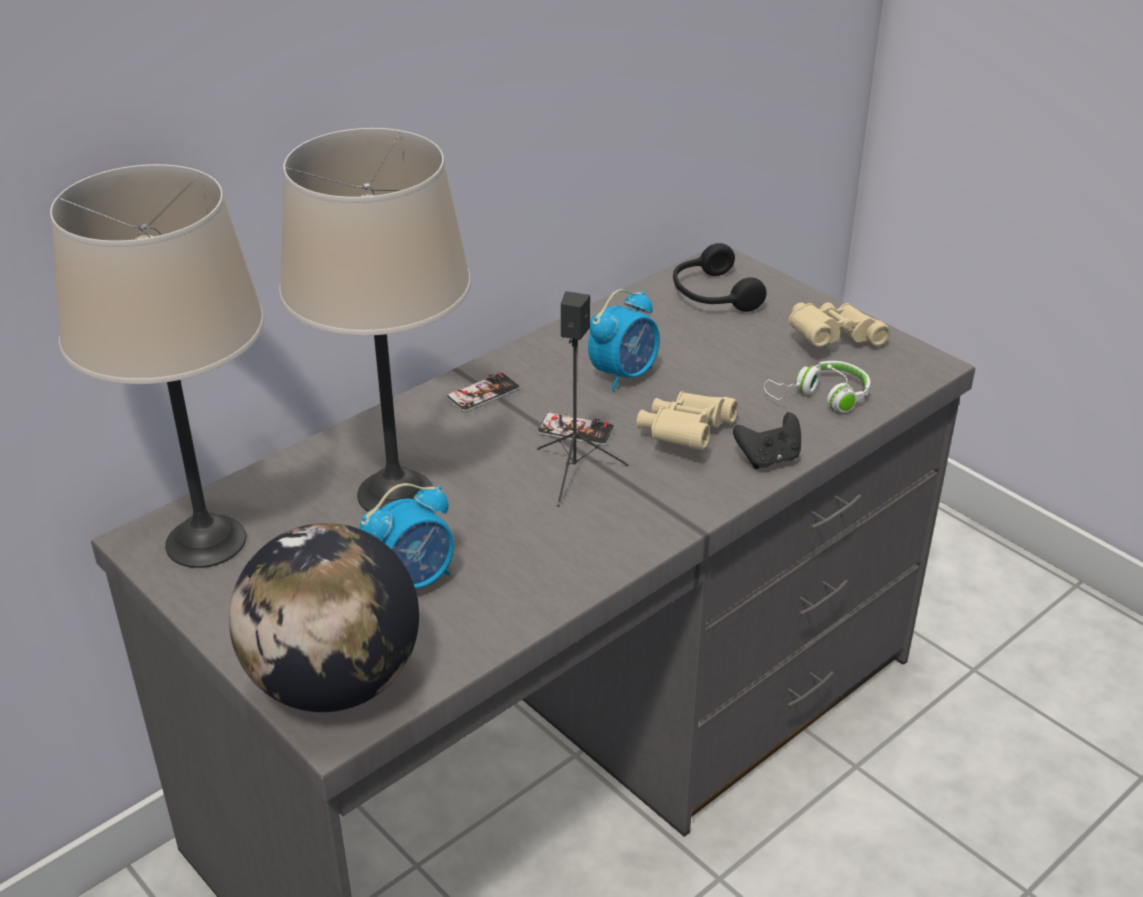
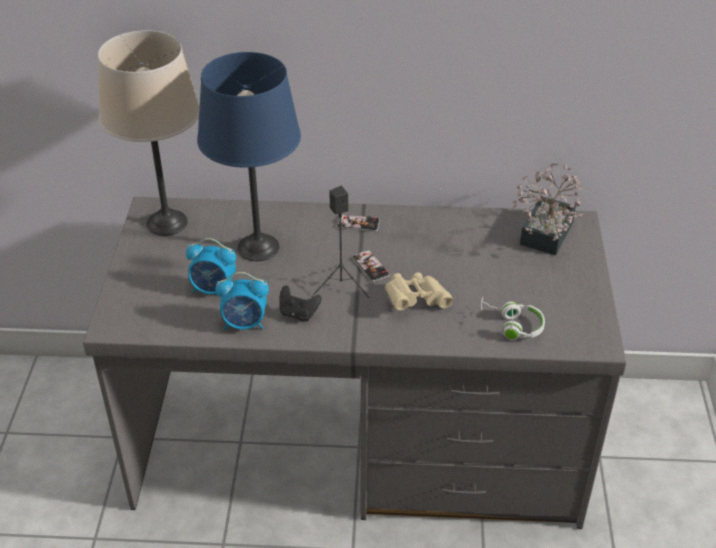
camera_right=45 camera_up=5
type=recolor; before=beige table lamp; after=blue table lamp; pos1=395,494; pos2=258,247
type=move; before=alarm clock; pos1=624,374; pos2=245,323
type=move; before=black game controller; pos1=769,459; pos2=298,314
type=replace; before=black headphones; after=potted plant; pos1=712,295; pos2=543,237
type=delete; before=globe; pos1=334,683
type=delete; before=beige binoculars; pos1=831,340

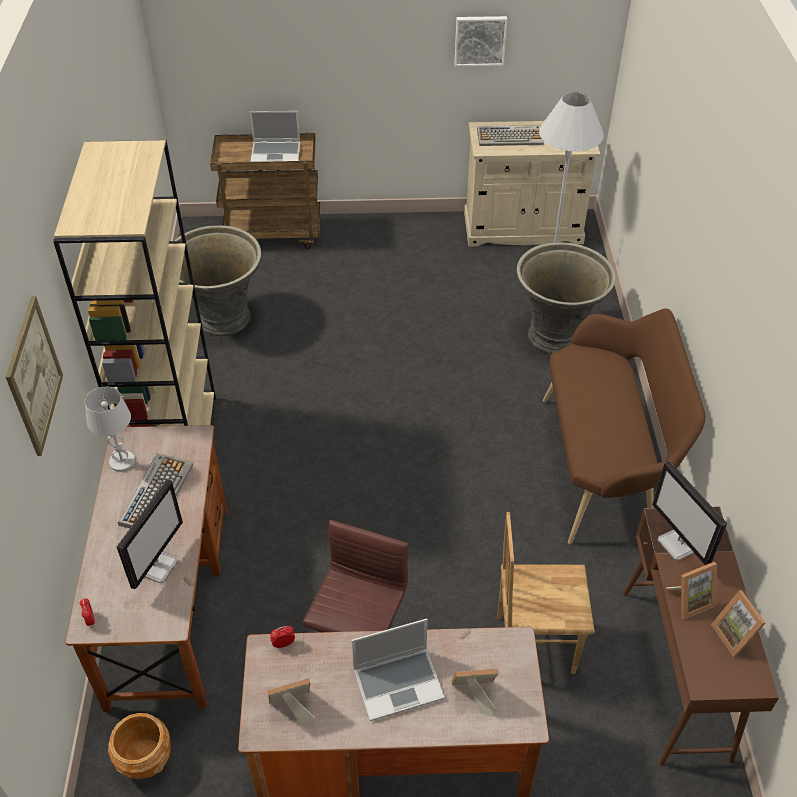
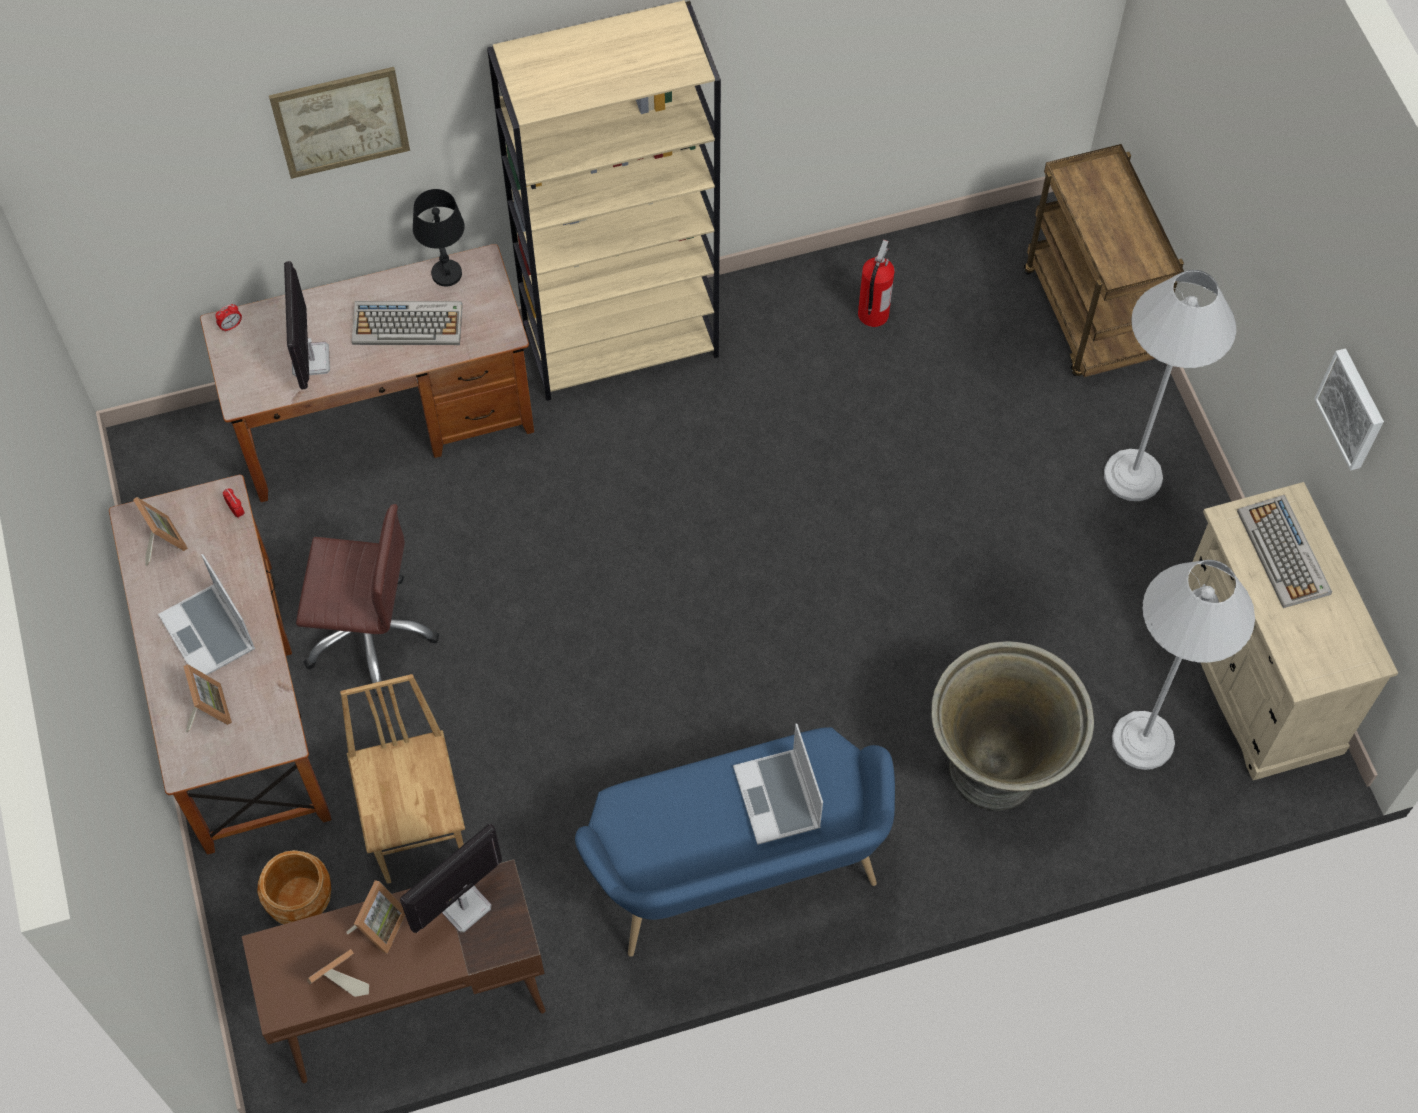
camera_right=75 camera_up=15
type=move; before=brown planter; pos1=145,759; pos2=301,900
type=rotate; before=monitor; pos1=157,565; pos2=311,360; turn=75
type=rotate; before=picture frame; pos1=689,600; pos2=379,925; turn=-120
type=recolor; before=white table lamp; after=black table lamp; pos1=122,461; pos2=447,274
type=recolor; before=brown bench; after=blue bench; pos1=604,466; pos2=738,877
type=move; before=laptop; pos1=276,153; pos2=778,798
type=replace; before=grey planter; after=fire extinguisher; pos1=223,319; pos2=872,314
type=insert; after=white floor lamp; pos2=1133,475

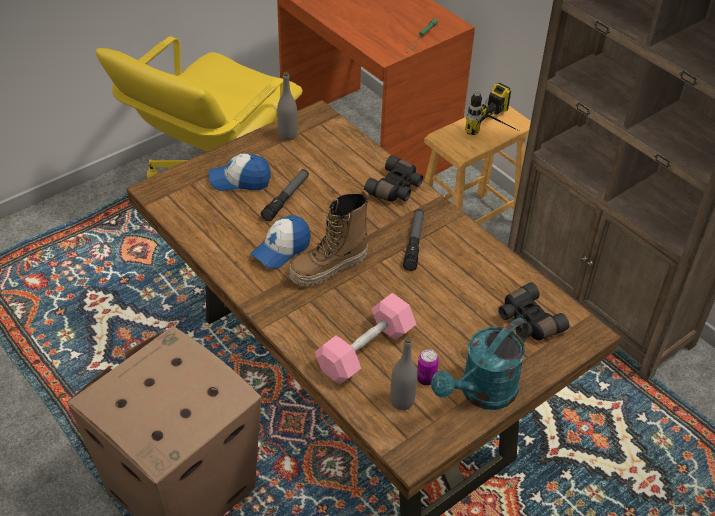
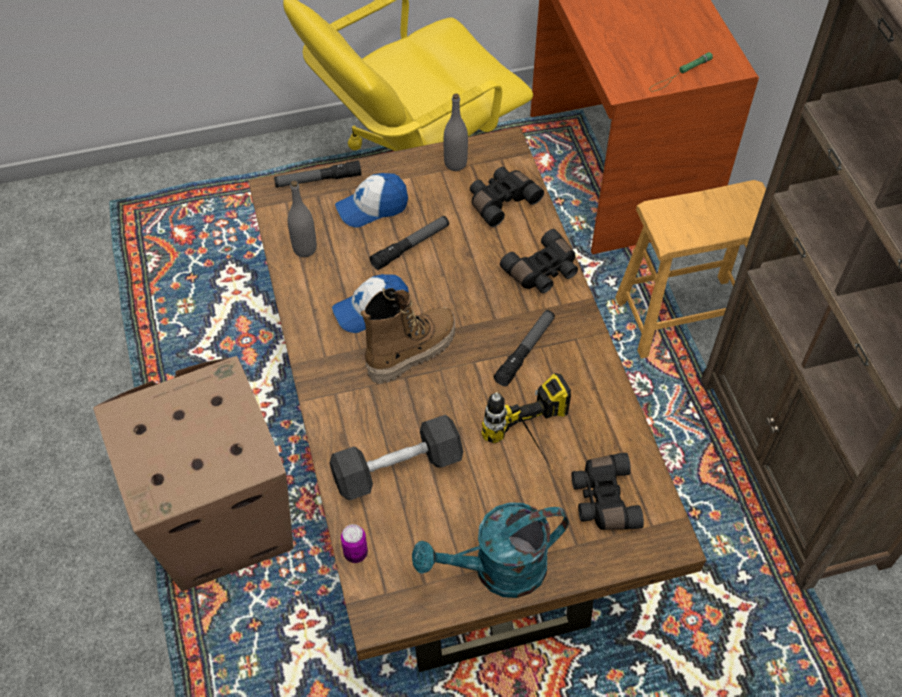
camera_right=25 camera_up=10
type=insert; after=flashlight; pos2=318,180
type=move; before=grey bottle; pos1=402,401; pos2=305,249
type=recolor; before=pink dumbbell; after=black dumbbell; pos1=365,350; pos2=397,468
type=rotate; before=cap; pos1=240,180; pos2=372,207; turn=-45
type=move; before=can; pos1=426,379; pos2=355,553
type=rotate; before=boot; pos1=328,268; pos2=411,351; turn=150
type=insert; after=black binoculars; pos2=501,201
type=move; before=power drill; pos1=500,131; pos2=536,448

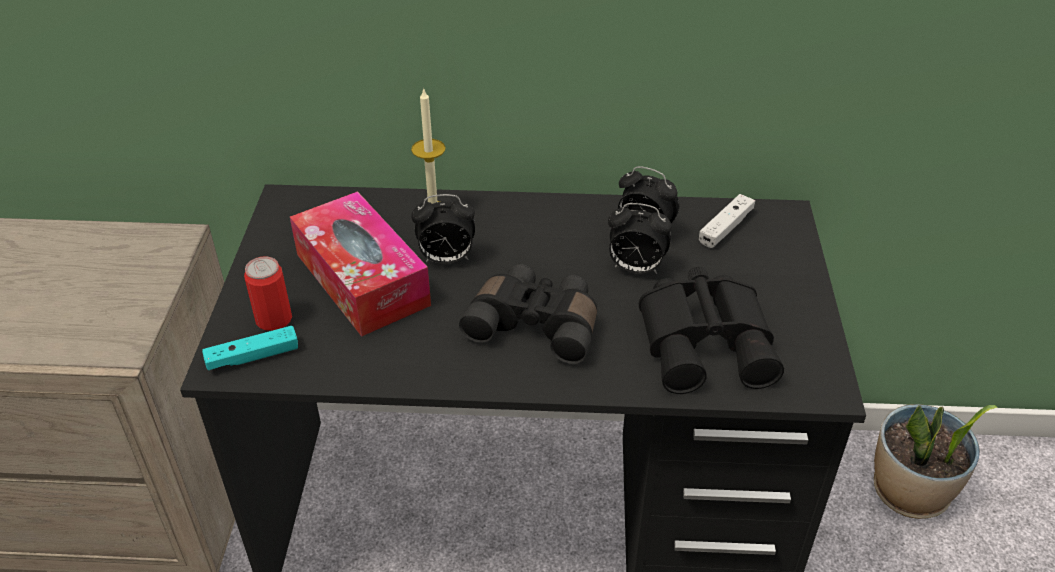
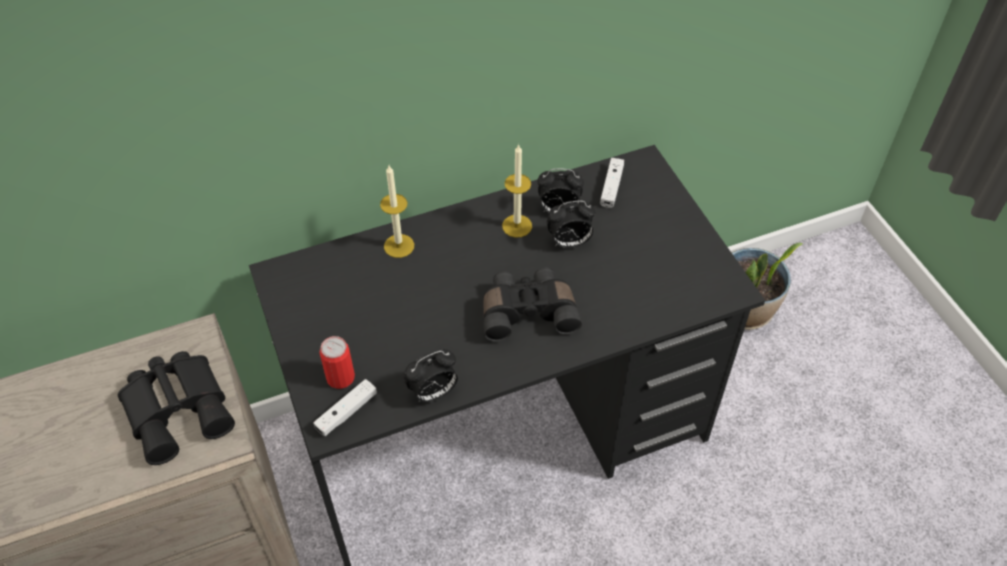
camera_right=-25 camera_up=10
type=move; before=black binoculars; pos1=708,341; pos2=180,409
type=recolor; before=turquoise game controller; after=white game controller; pos1=253,356; pos2=346,412
type=move; before=alarm clock; pos1=446,259; pos2=433,393
type=insert; after=candle; pos2=517,226
type=delete; before=tissue box; pos1=362,279

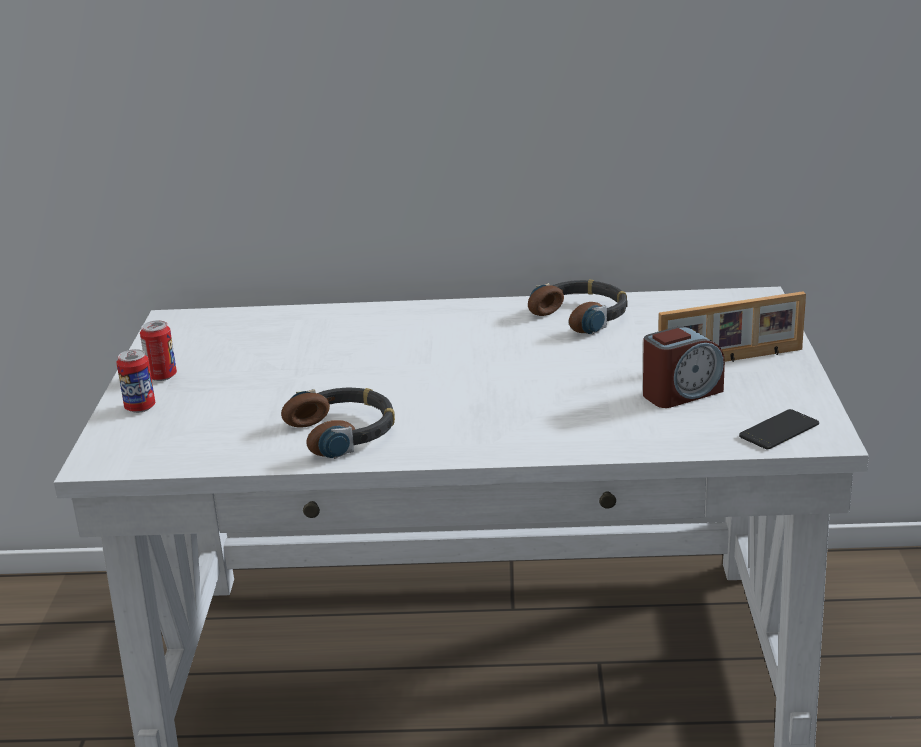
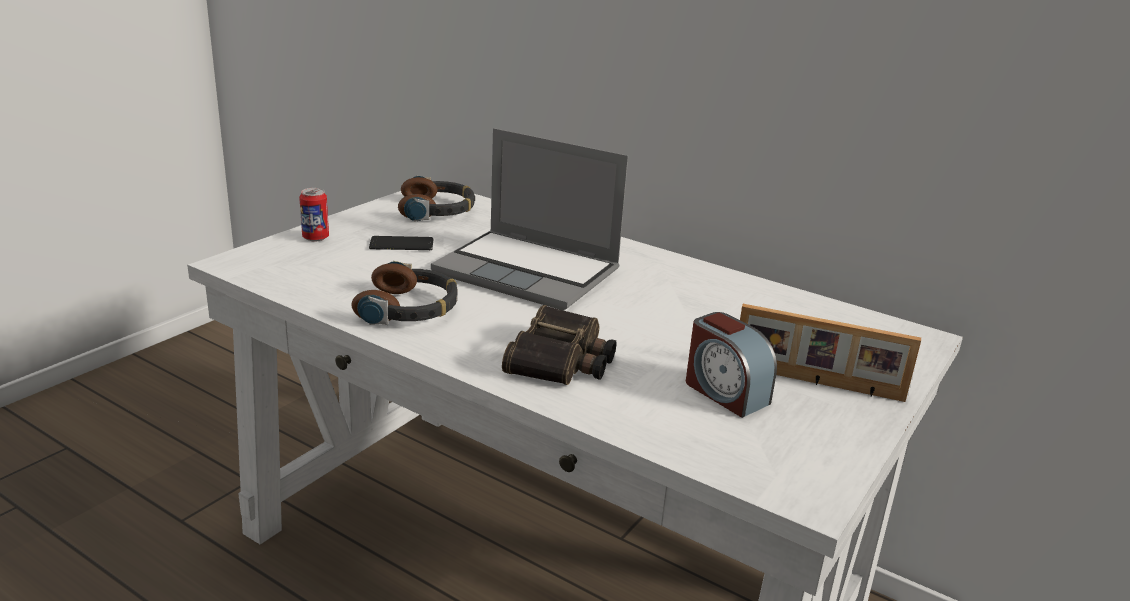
camera_right=30 camera_up=0
type=move; before=phone; pos1=779,430; pos2=401,244
type=move; before=headphones; pos1=582,316; pos2=437,210
type=insert; after=laptop; pos2=530,272
type=insert; after=binoculars; pos2=562,360
type=rotate; before=alarm clock; pos1=681,393; pos2=724,392; turn=45
type=delete; before=can; pos1=162,376

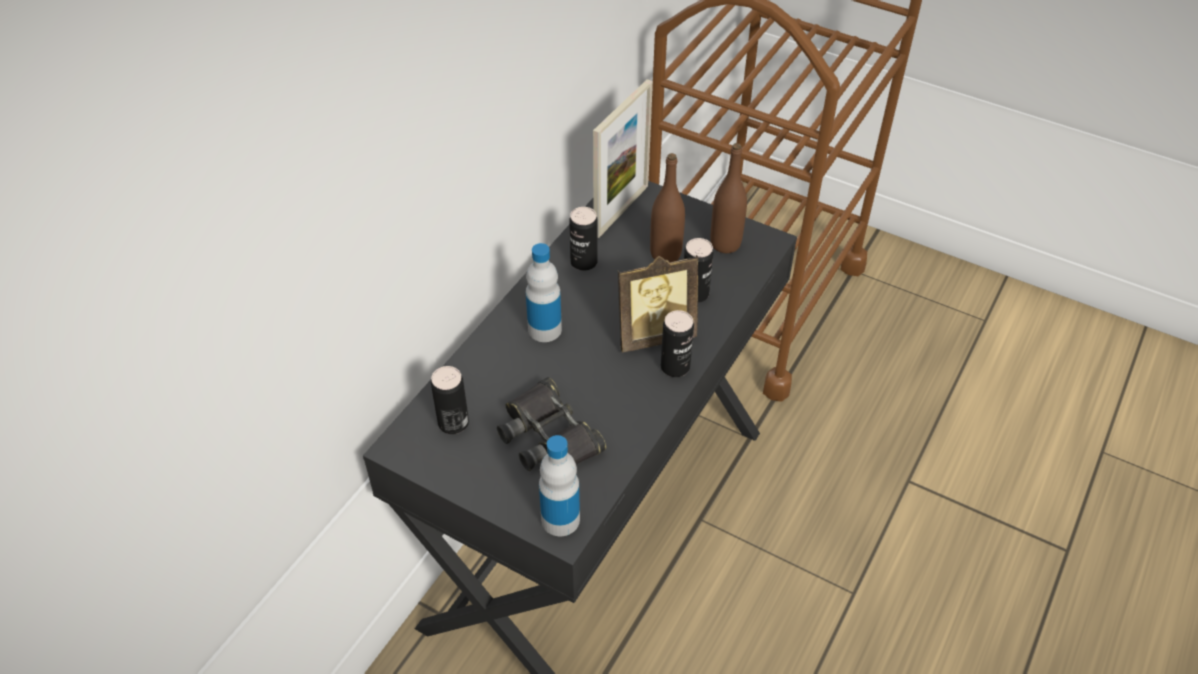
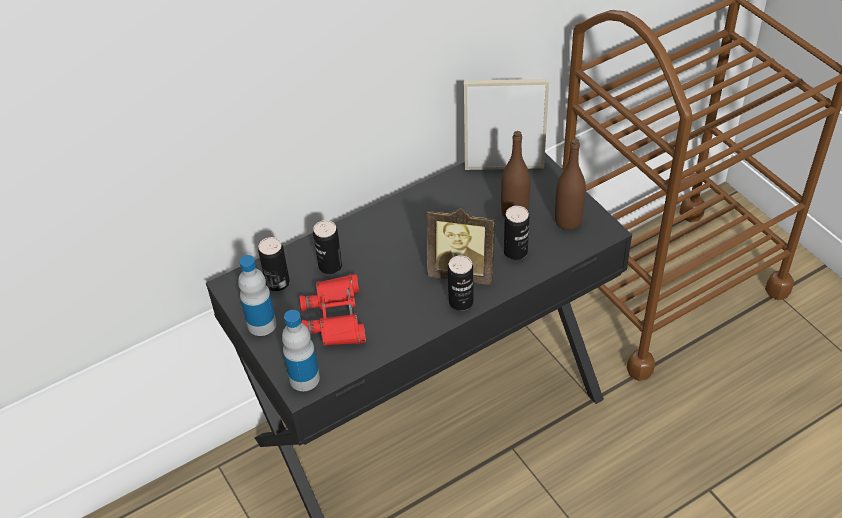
camera_right=30 camera_up=0
type=move; before=bottle; pos1=545,329; pos2=261,324
type=recolor; before=black binoculars; after=red binoculars; pos1=549,435; pos2=336,317
type=move; before=can; pos1=584,262; pos2=330,266
type=rotate; before=picture frame; pos1=621,210; pos2=504,167; turn=-150

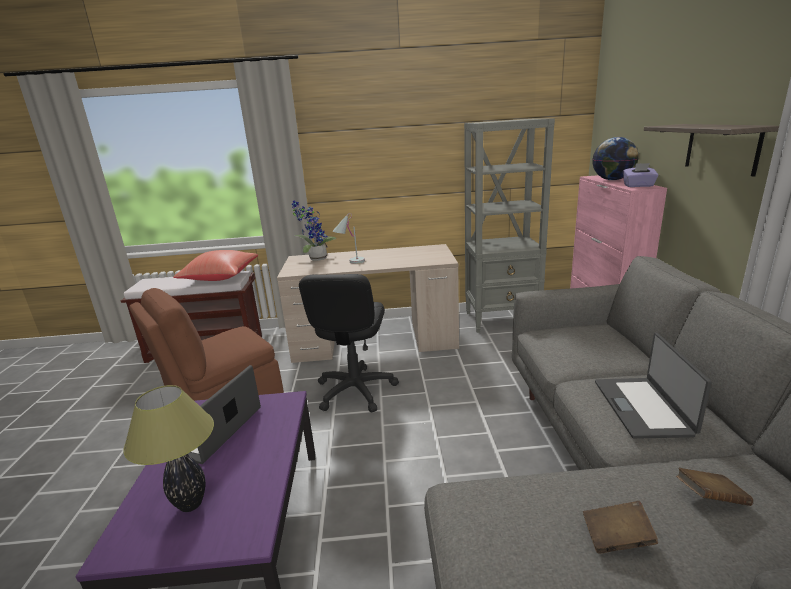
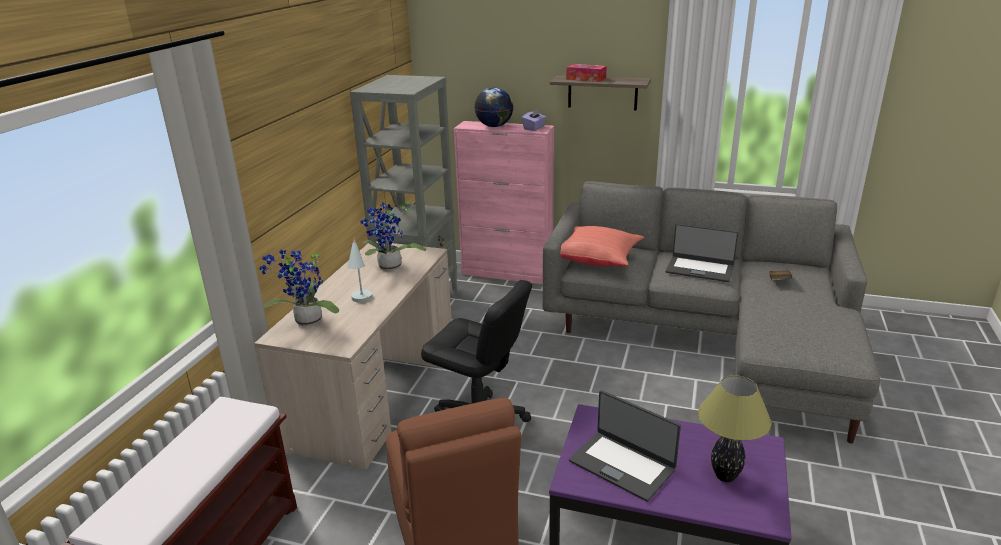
camera_right=-70 camera_up=5
type=insert; after=potted plant; pos2=389,268
type=move; before=red pillow; pos1=221,278; pos2=597,259
type=insert; after=tissue box; pos2=586,78
type=delete; before=brown book; pos1=616,538

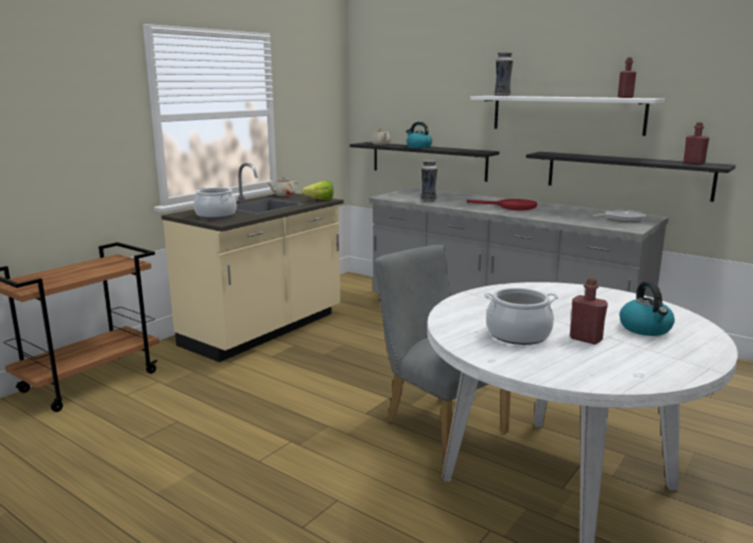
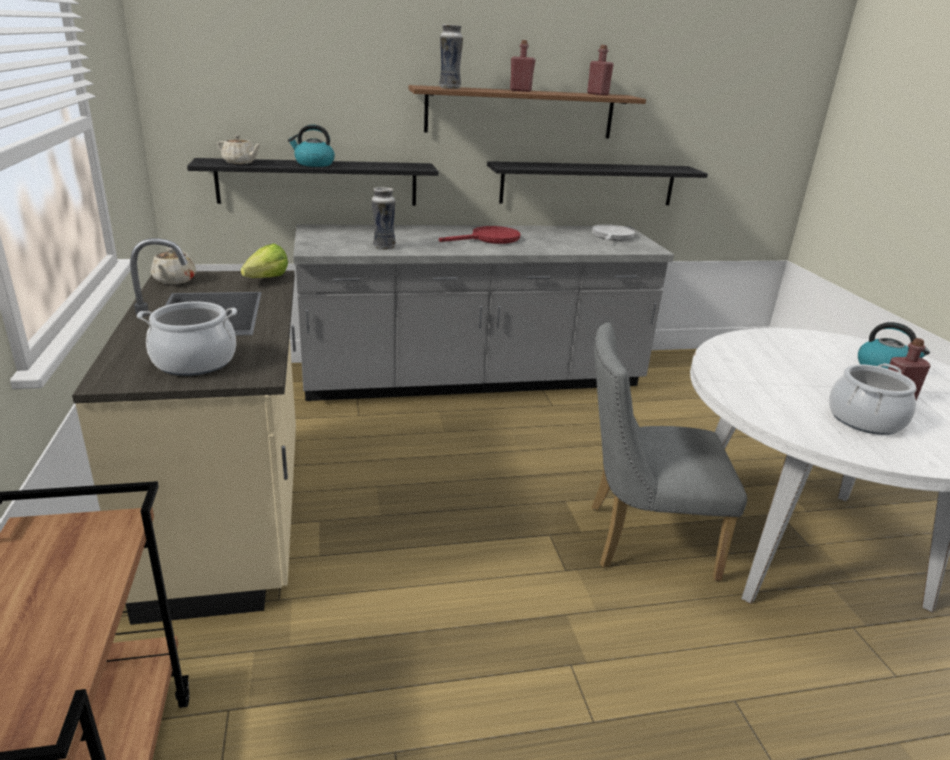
camera_right=-50 camera_up=10
type=recolor; before=white shelf; after=brown shelf; pos1=566,114; pos2=520,113
type=move; before=red bottle; pos1=693,163; pos2=520,90

